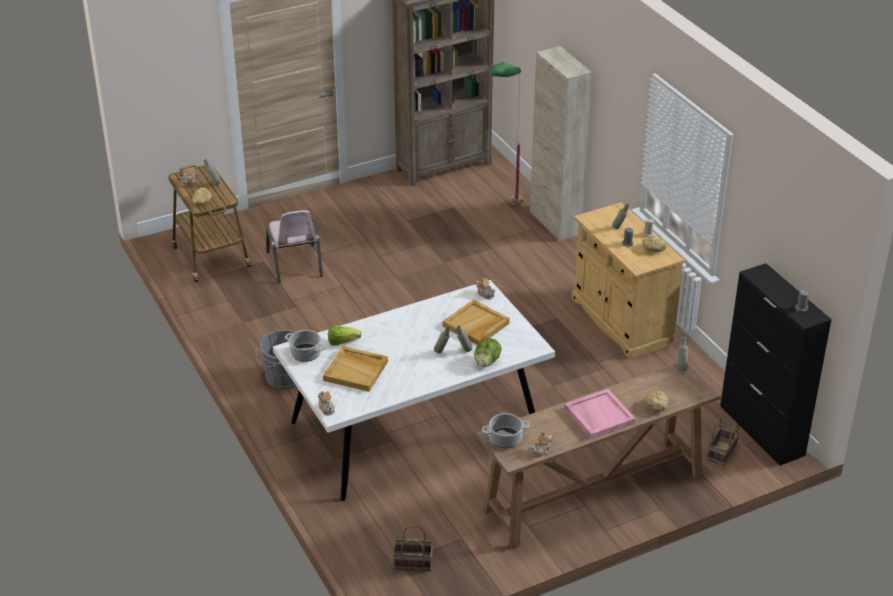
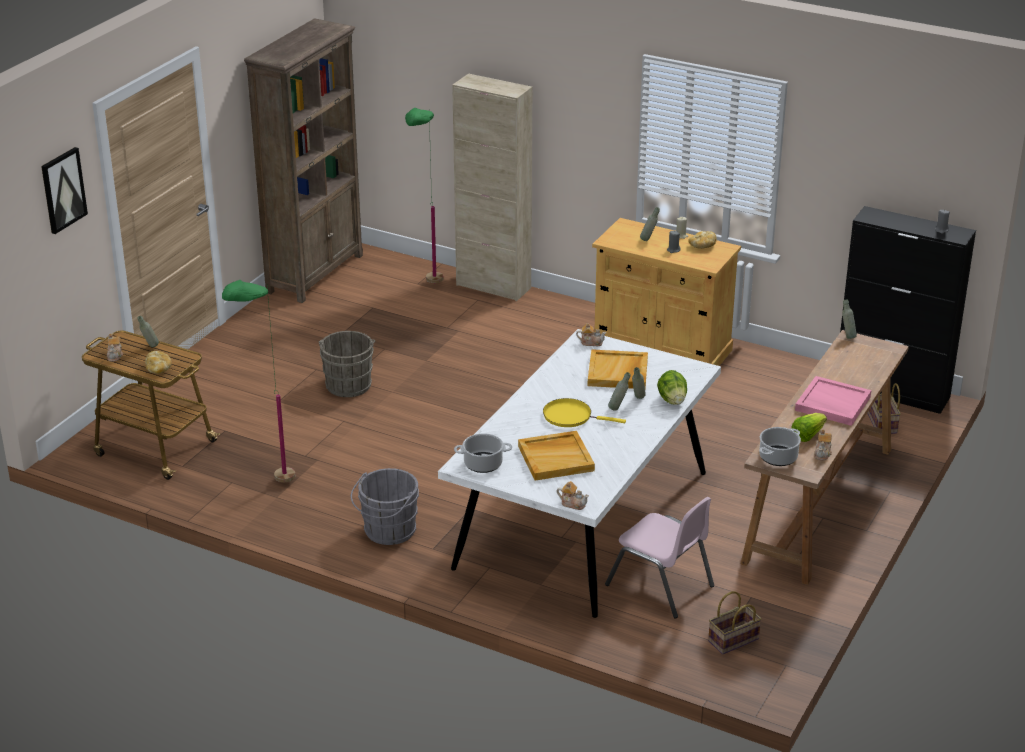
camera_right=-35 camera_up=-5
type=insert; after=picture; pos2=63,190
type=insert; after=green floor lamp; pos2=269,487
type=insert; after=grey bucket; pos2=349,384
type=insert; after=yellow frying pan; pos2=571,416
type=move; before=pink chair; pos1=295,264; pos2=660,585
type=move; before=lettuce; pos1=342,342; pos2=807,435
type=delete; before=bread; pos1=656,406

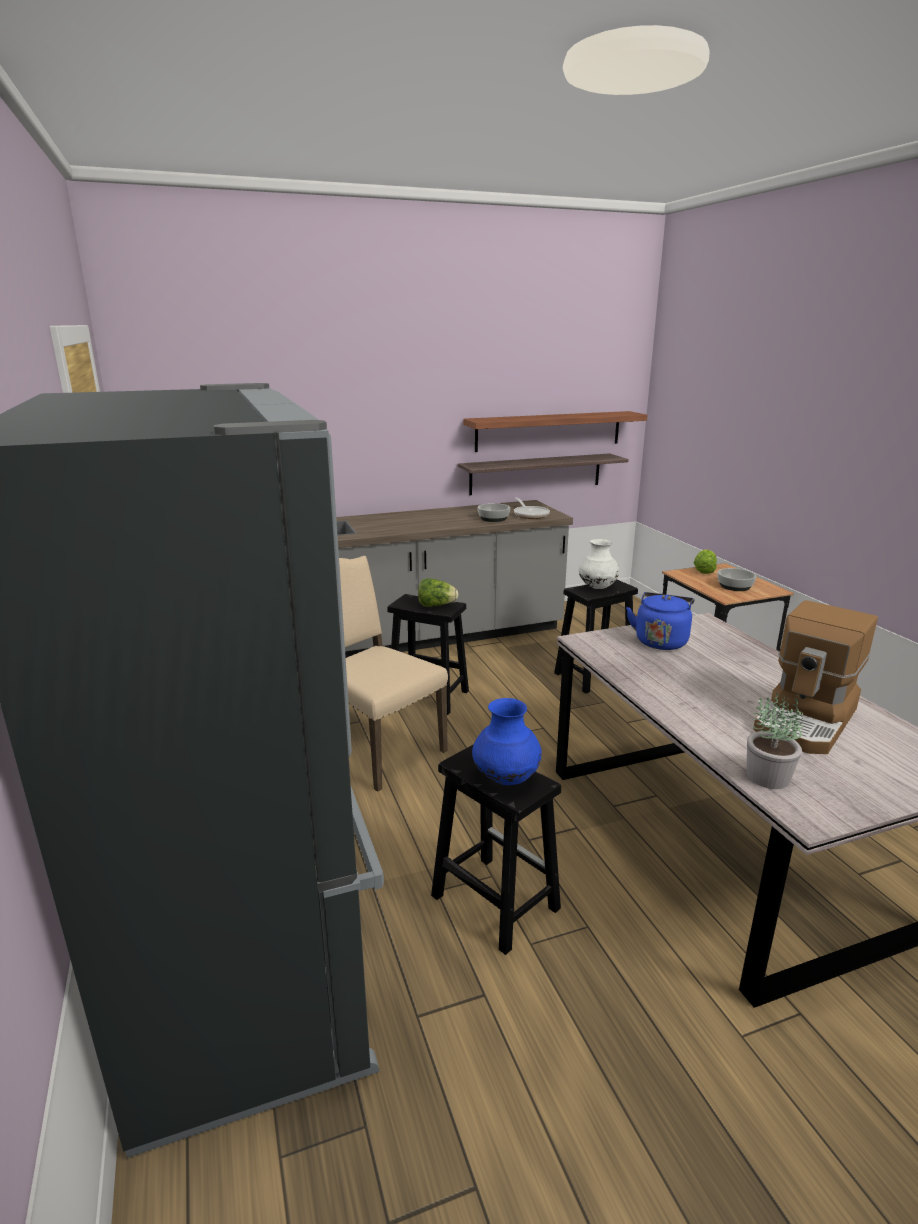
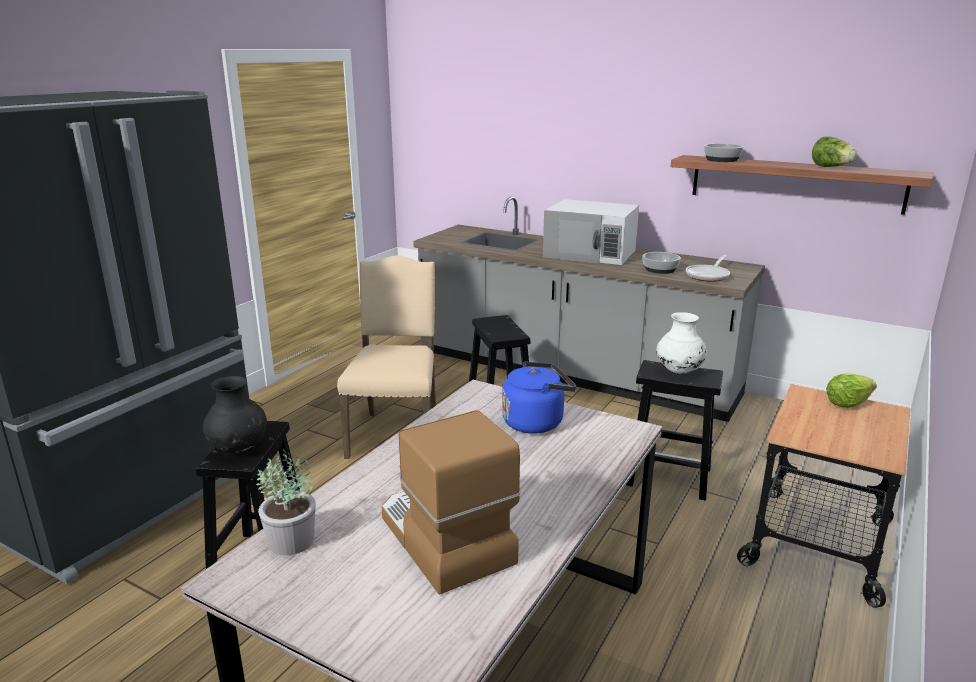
camera_right=50 camera_up=0
type=recolor; before=blue vase; after=black vase; pos1=506,779; pos2=239,448
type=rotate; before=coffee machine; pos1=807,721; pos2=443,539; turn=60
type=insert; after=white microwave; pos2=590,253
type=move; before=bowl; pos1=735,586; pos2=722,160
type=move; before=lettuce; pos1=436,605; pos2=831,167
type=delete; before=shelf; pos1=535,474

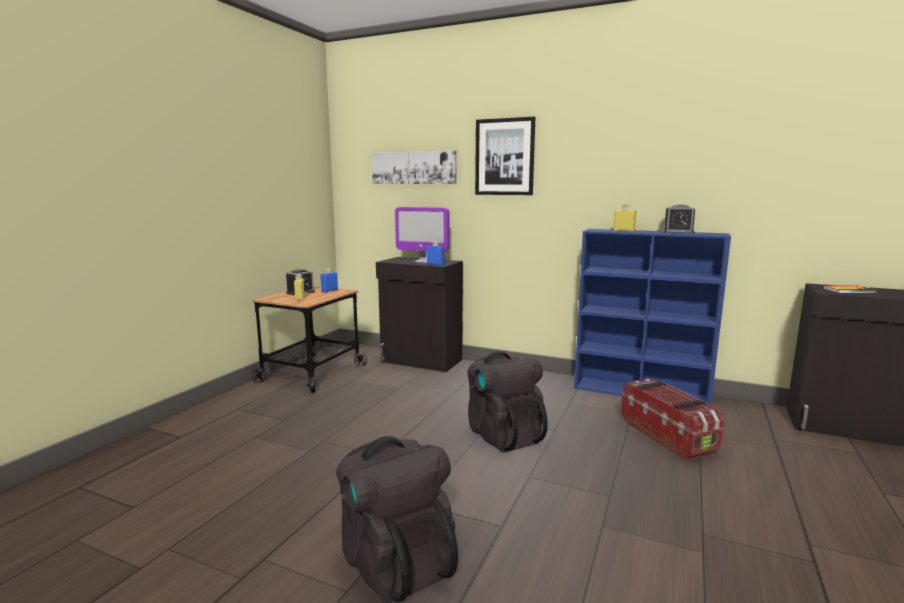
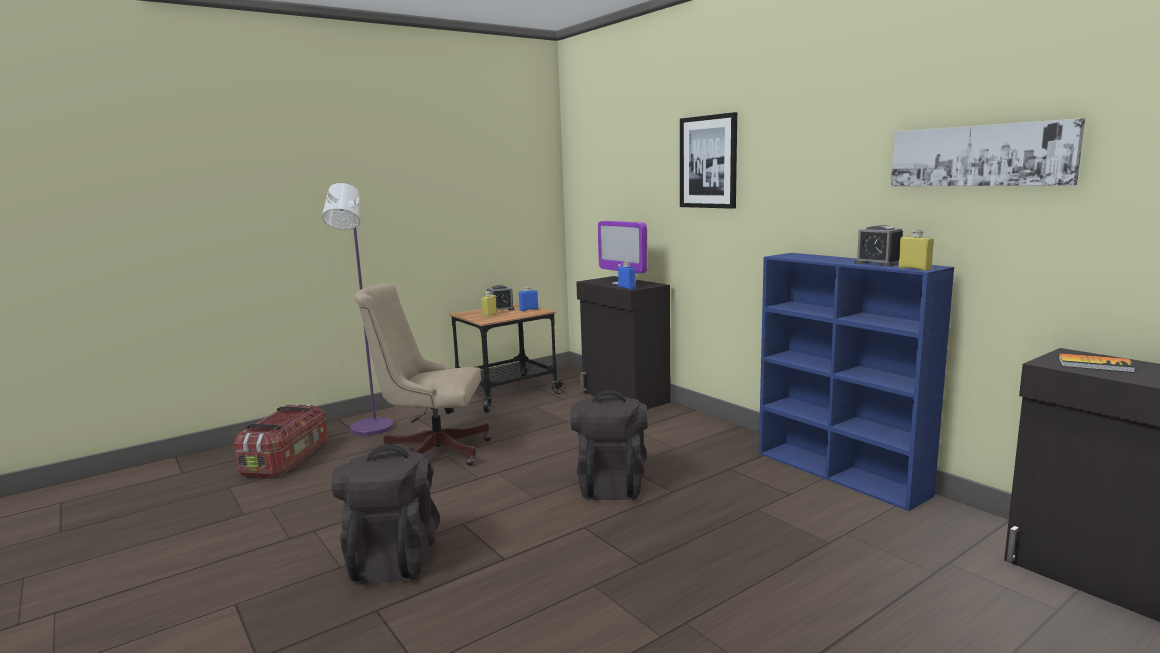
camera_right=30 camera_up=0
type=move; before=storage box; pos1=668,436; pos2=287,459
type=insert; after=purple floor lamp; pos2=370,431
type=insert; after=beige office chair; pos2=431,451
type=move; before=picture; pos1=414,168; pos2=979,155
type=move; before=yellow bottle; pos1=624,231; pos2=914,269

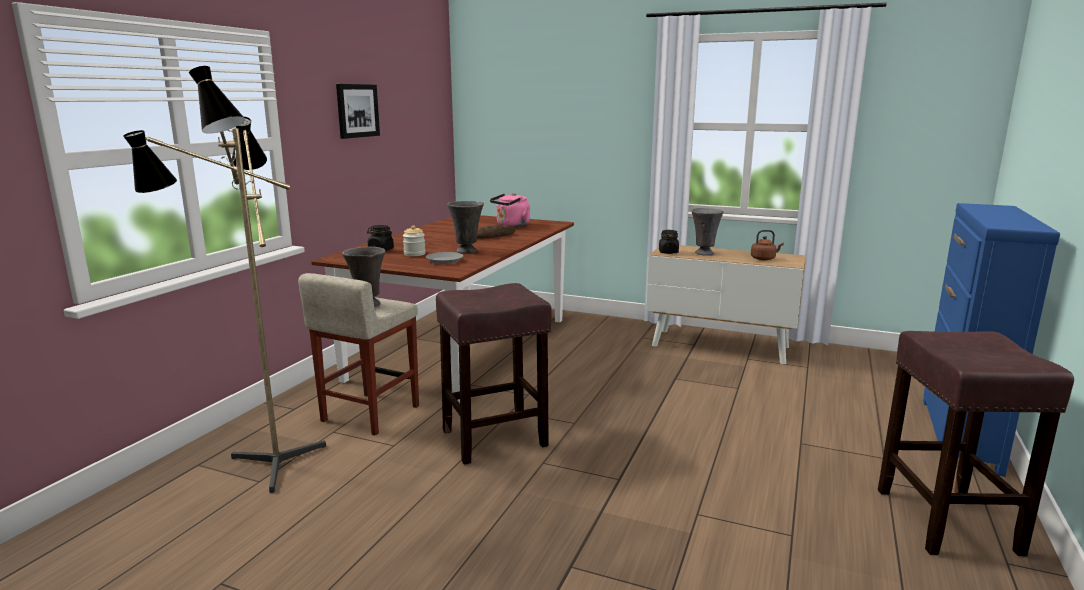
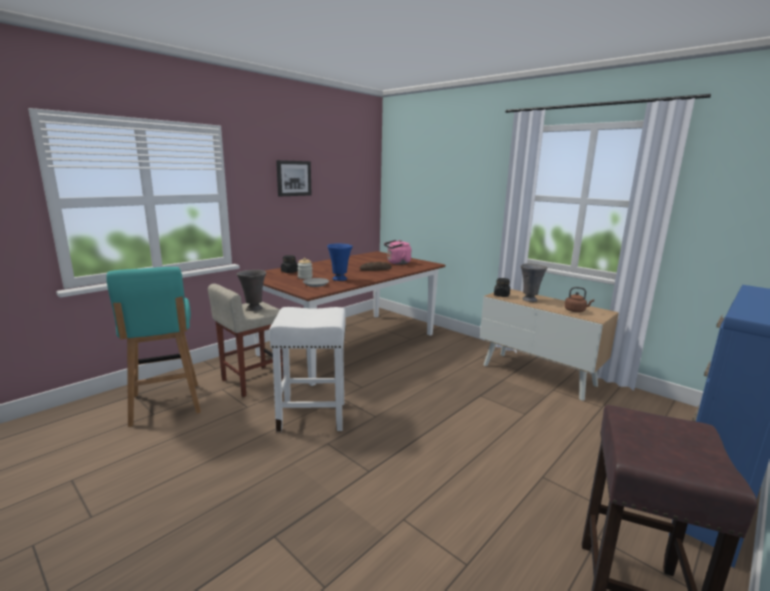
camera_right=20 camera_up=0
type=replace; before=floor lamp; after=turquoise stool; pos1=265,467; pos2=165,405
type=recolor; before=brown stool; after=white stool; pos1=496,437; pos2=313,416
type=recolor; before=grey vase; after=blue vase; pos1=467,251; pos2=340,279

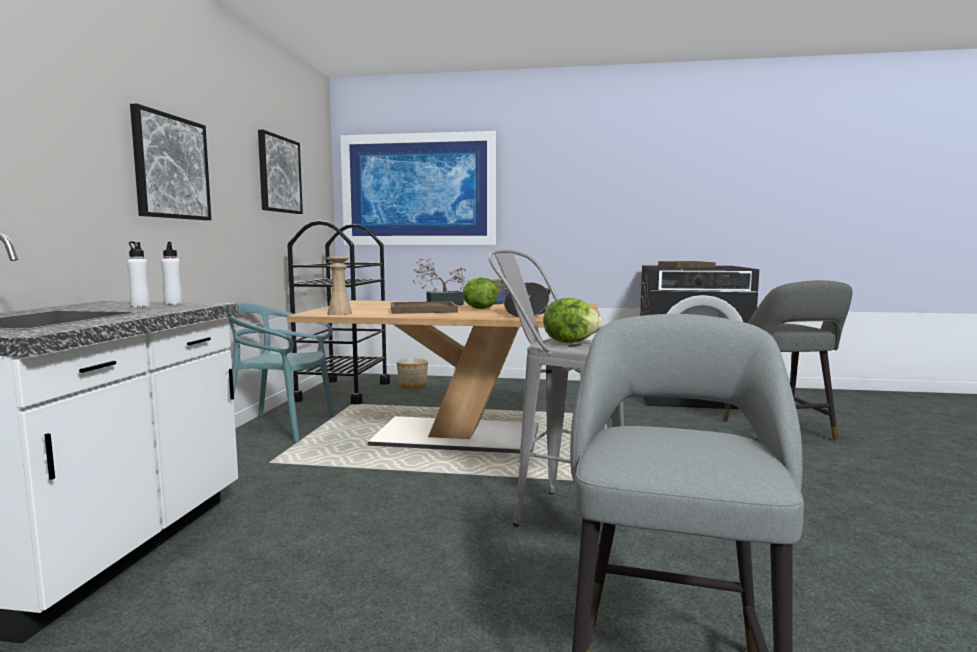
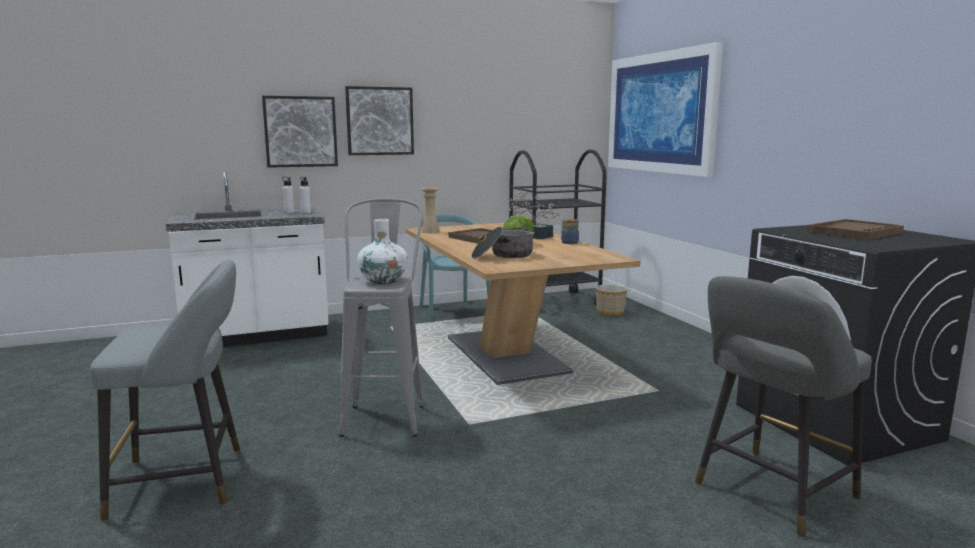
camera_right=60 camera_up=5
type=move; before=picture; pos1=279,174; pos2=300,131
type=replace; before=lettuce; after=white vase; pos1=570,342; pos2=383,280

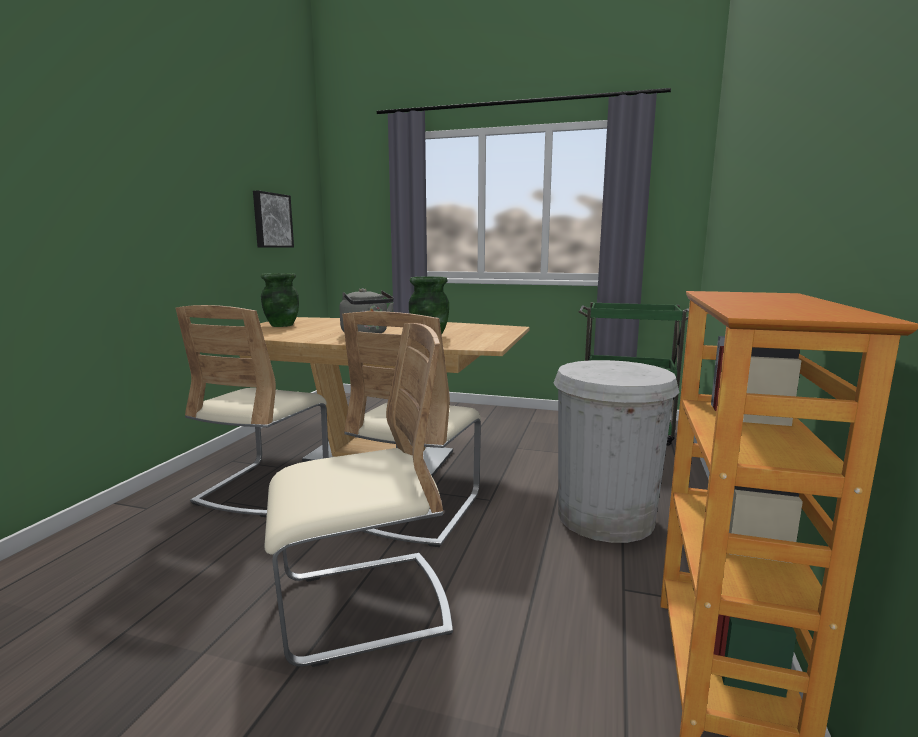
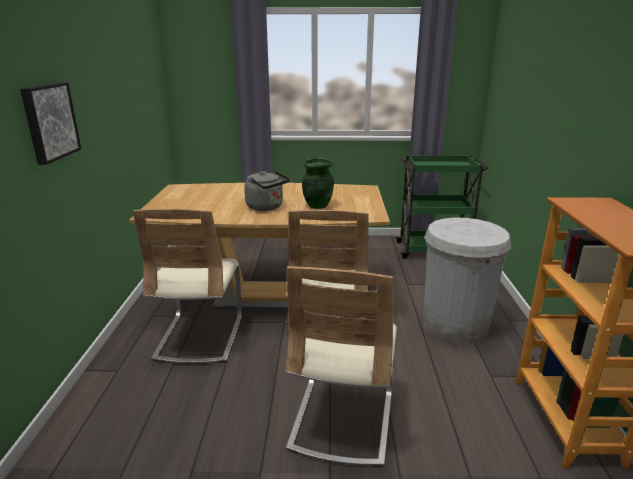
camera_right=-15 camera_up=10
type=move; before=picture; pos1=271,220; pos2=49,122
type=rotate; before=beige chair; pos1=363,607; pos2=342,418; turn=135
type=delete; before=green vase; pos1=281,325

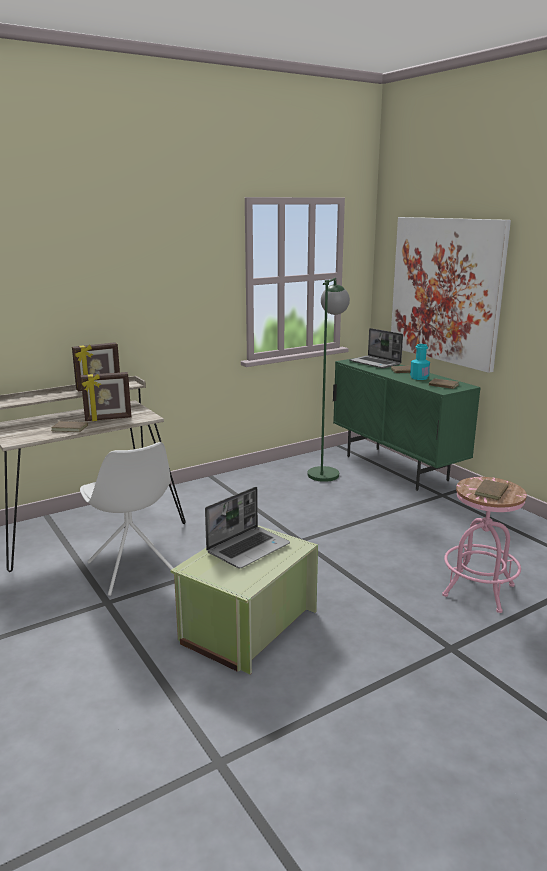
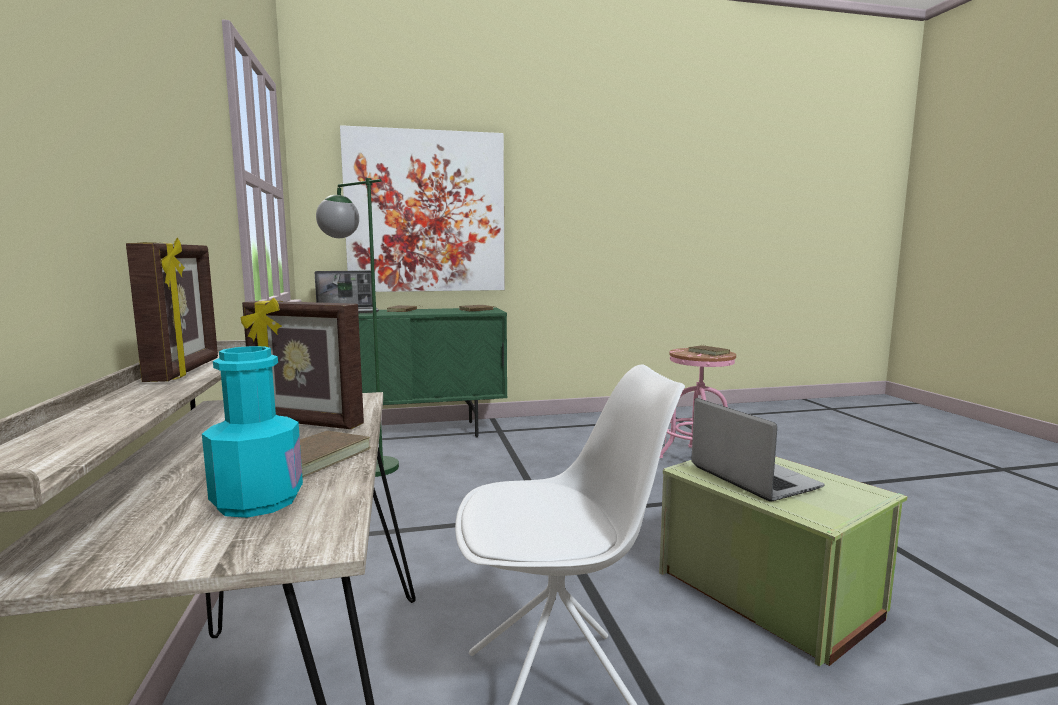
camera_right=-70 camera_up=-10
type=move; before=turquoise bottle; pos1=419,378; pos2=258,501
type=rotate; before=picture frame; pos1=108,419; pos2=305,423; turn=105

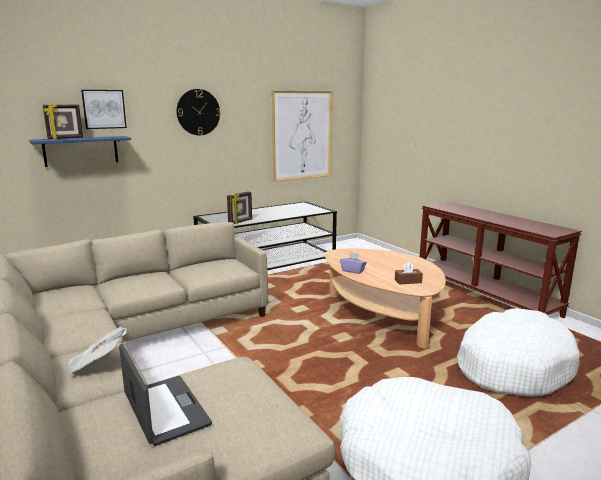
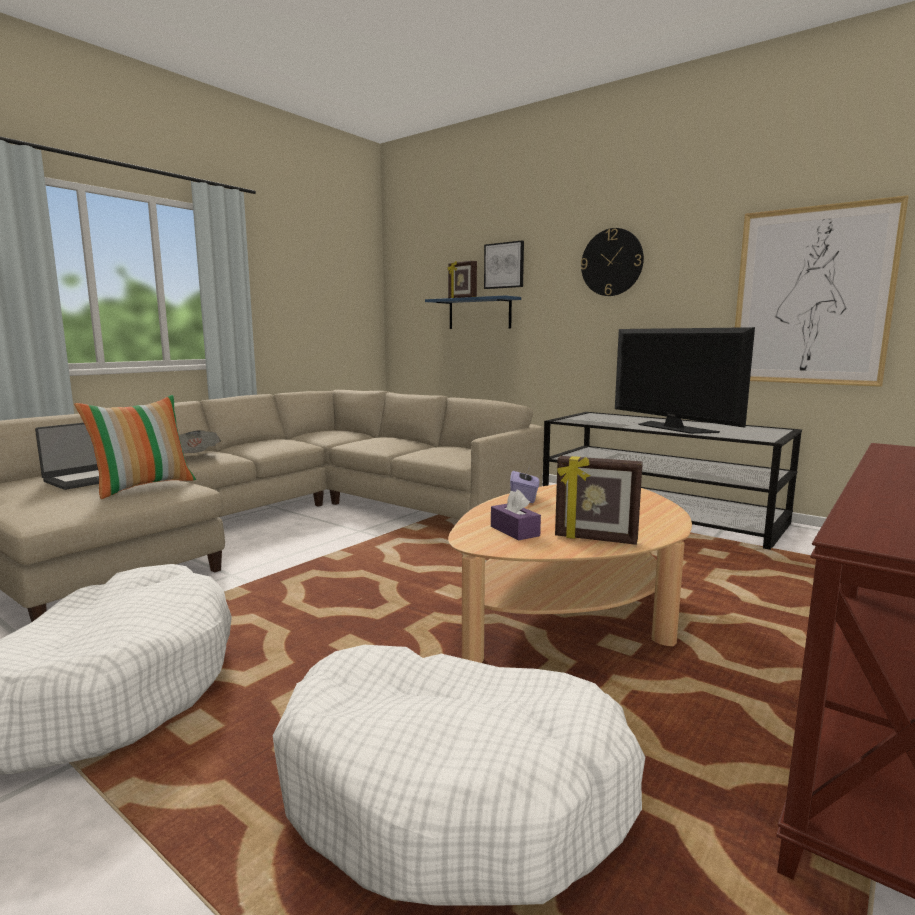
camera_right=70 camera_up=-5
type=insert; after=pillow; pos2=143,486
type=recolor; before=brown tissue box; after=purple tissue box; pos1=408,281; pos2=514,531
type=move; before=picture frame; pos1=240,221; pos2=595,539
type=insert; after=television; pos2=673,428

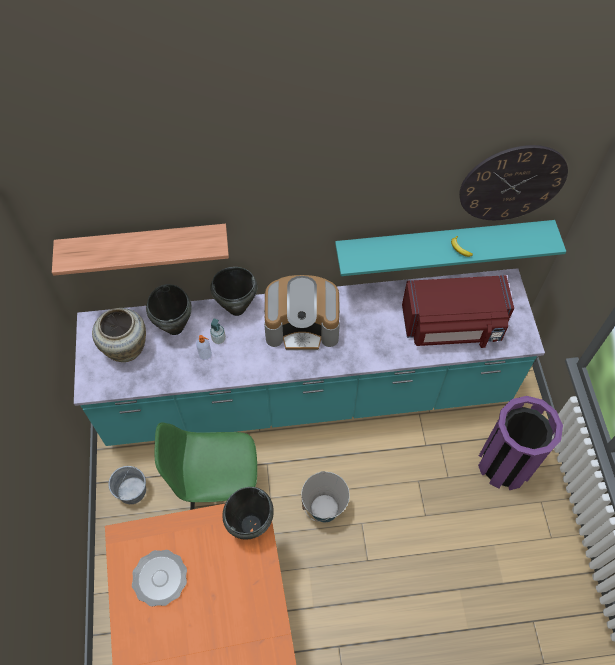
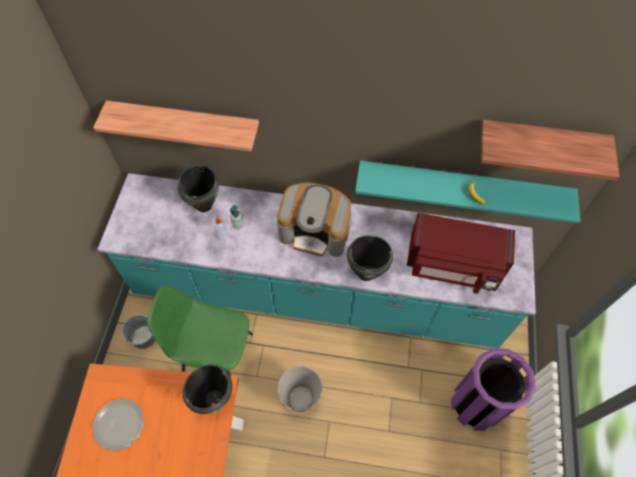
camera_right=15 camera_up=0
type=move; before=black cooking pot; pos1=236,308; pos2=366,273
type=replace; before=wall clock; after=shelf; pos1=512,183; pos2=540,141
type=delete; before=beige vase; pos1=126,348

